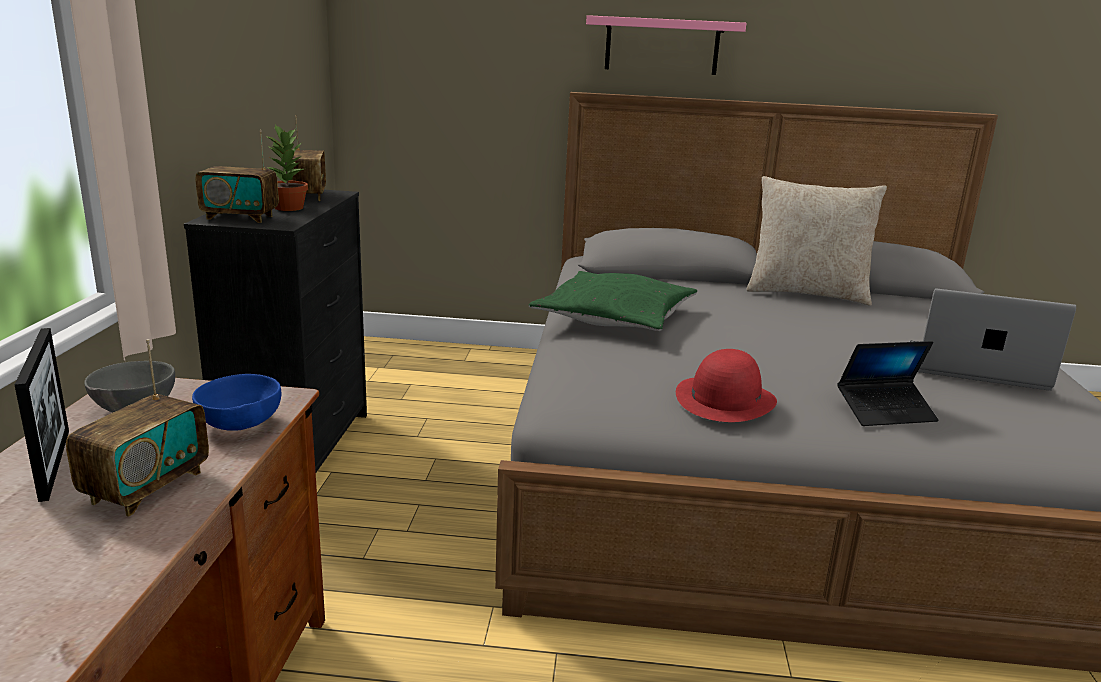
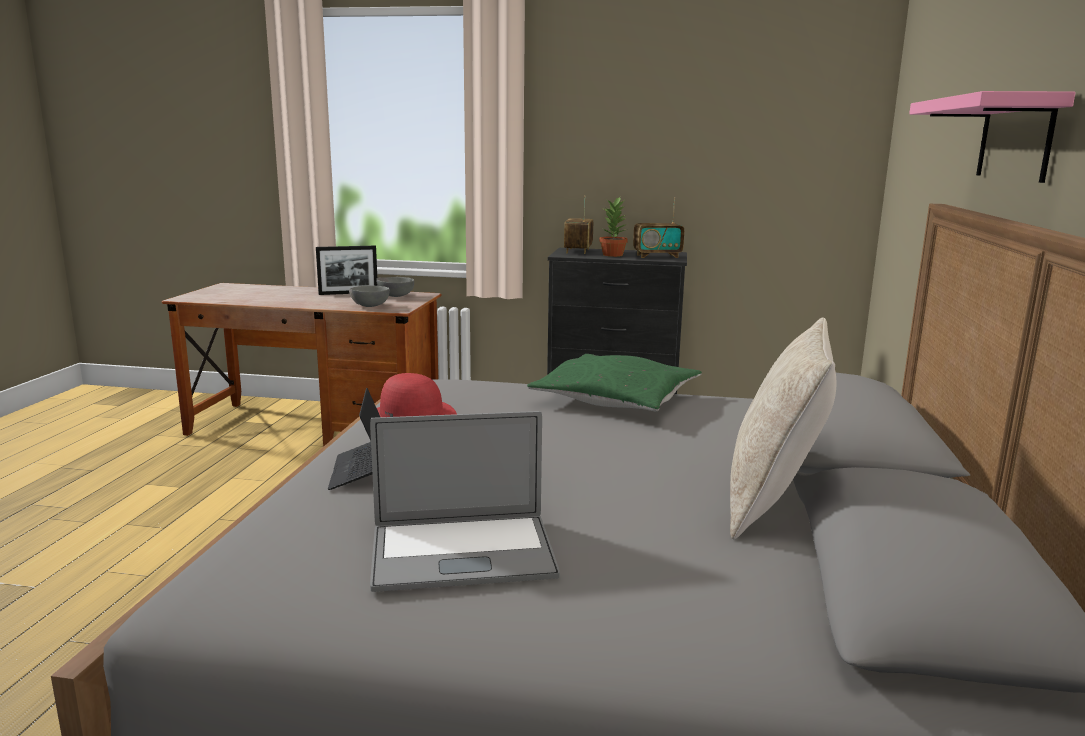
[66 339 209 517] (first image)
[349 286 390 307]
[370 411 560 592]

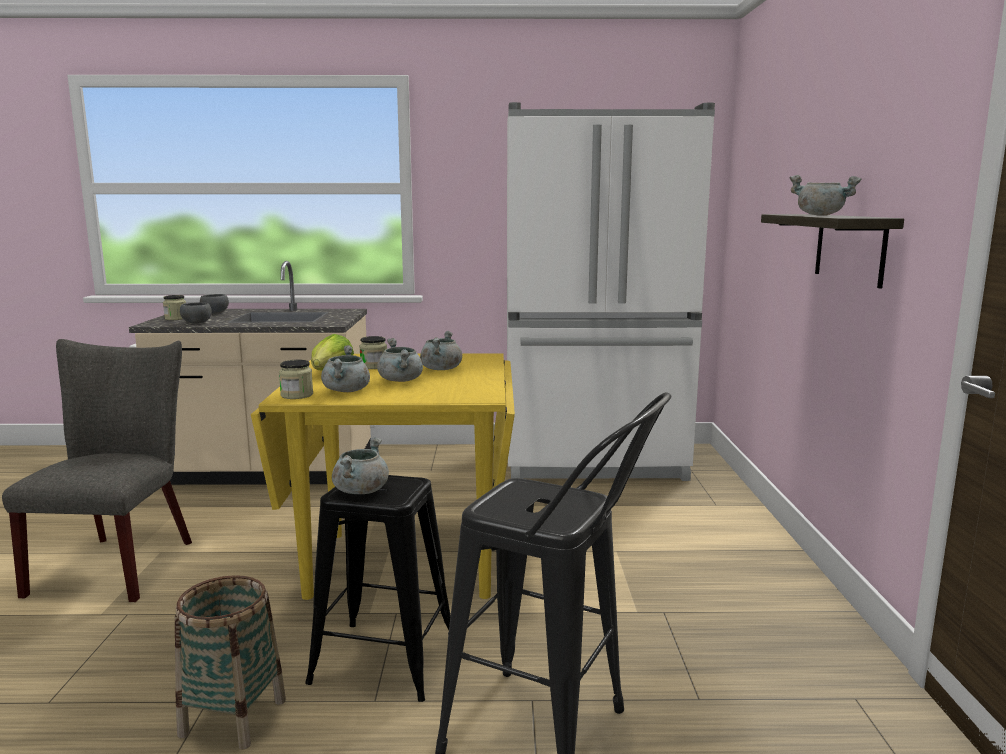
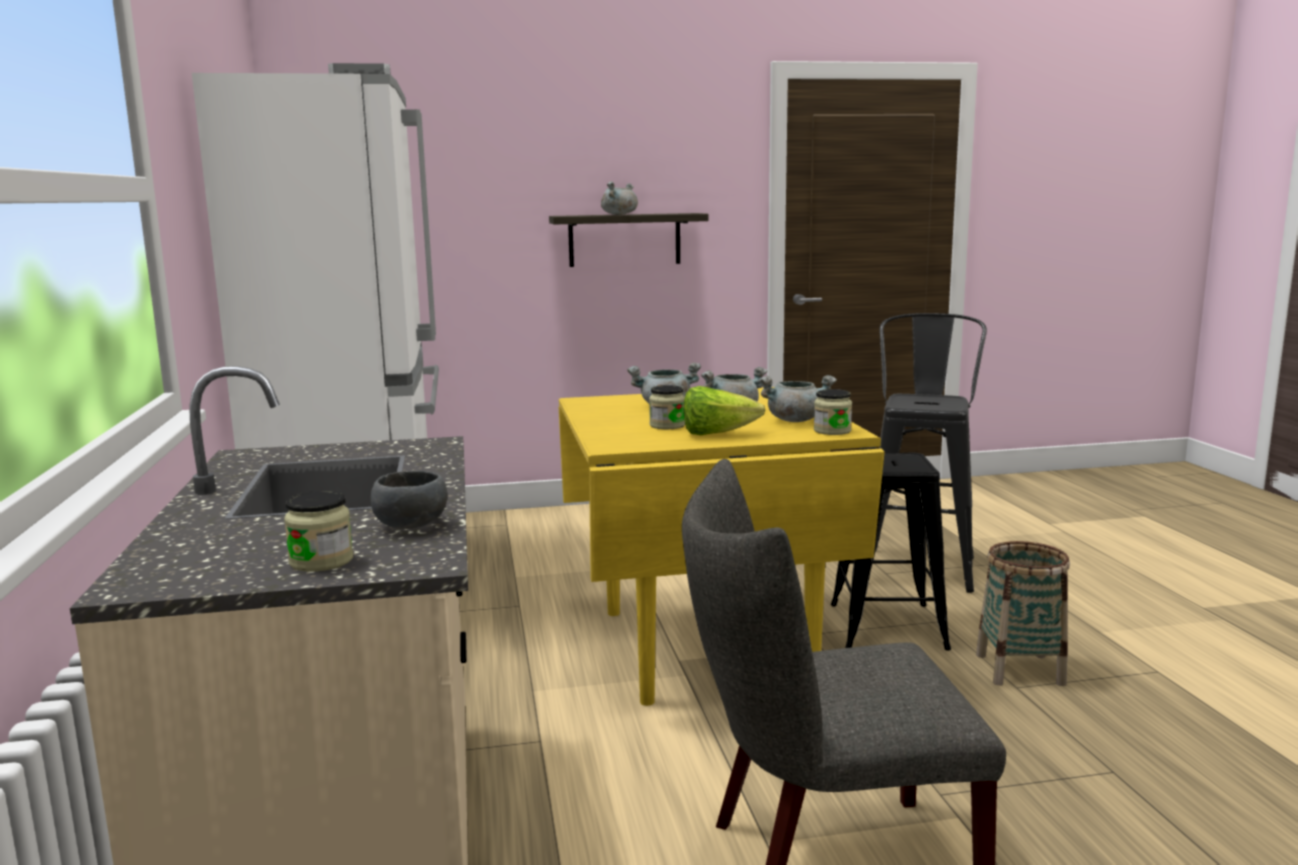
[200 294 229 314] (first image)
[332 437 389 494] (first image)

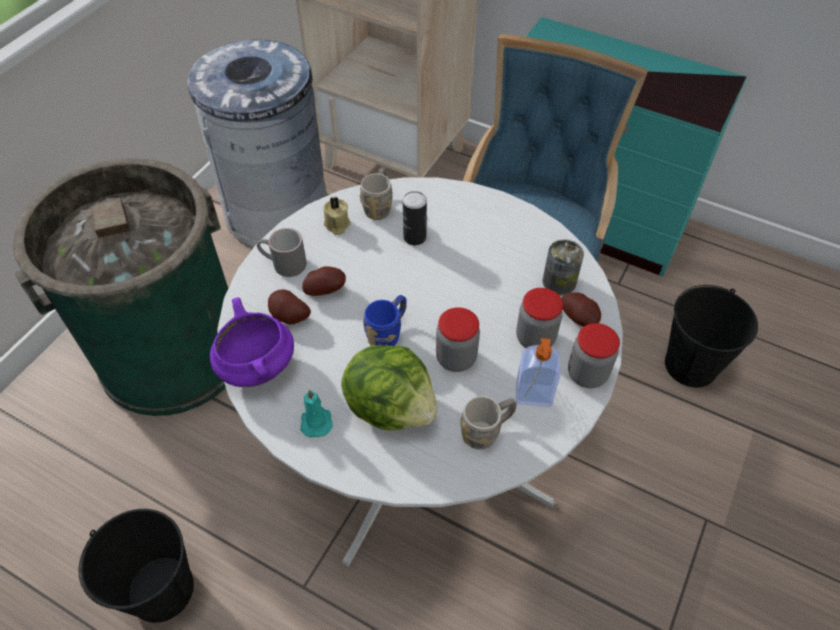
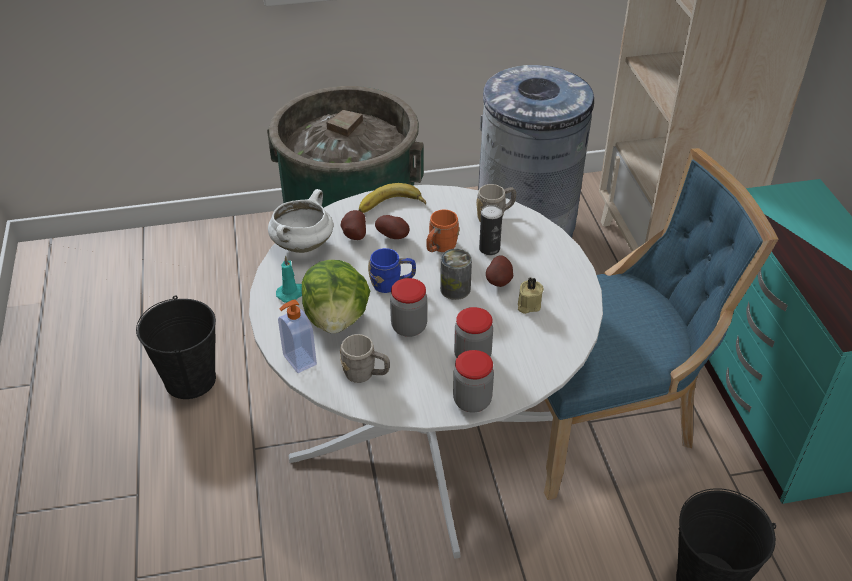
[426 209 460 252]
[518 277 544 314]
[278 299 317 373]
[440 249 472 300]
[486 255 513 287]
[359 183 426 213]
[268 189 333 253]

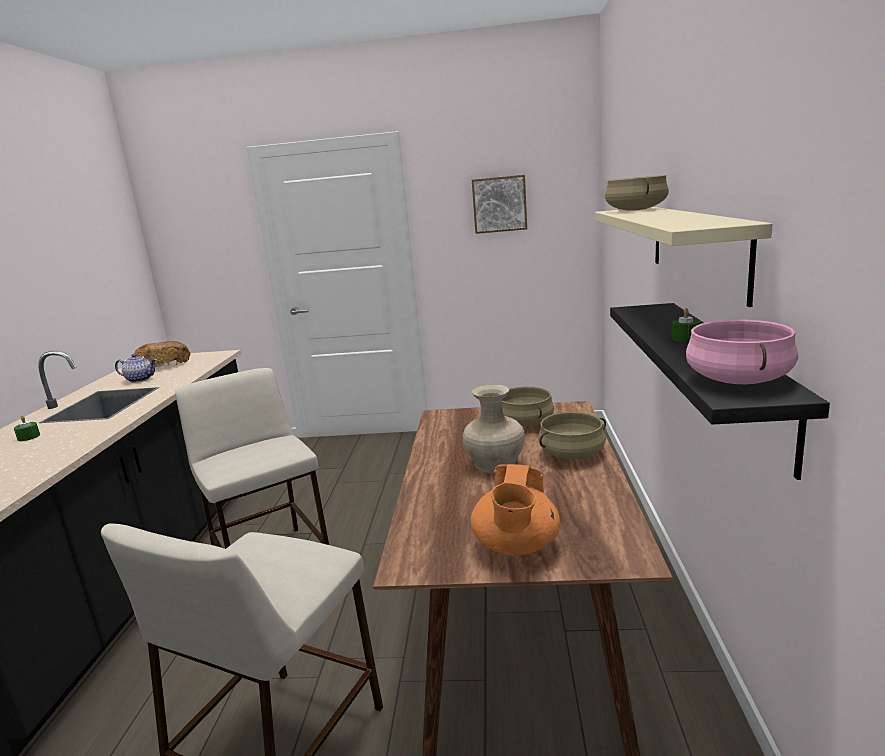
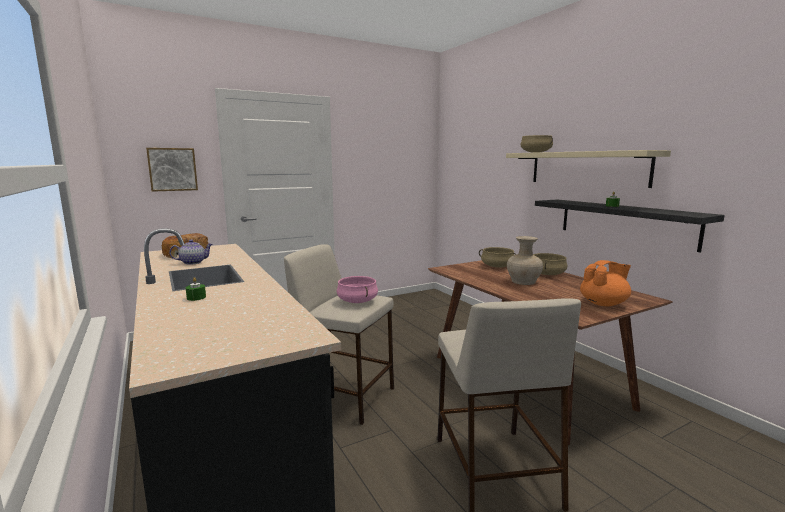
[146 148 198 192]
[337 276 378 303]
[580 260 631 306]

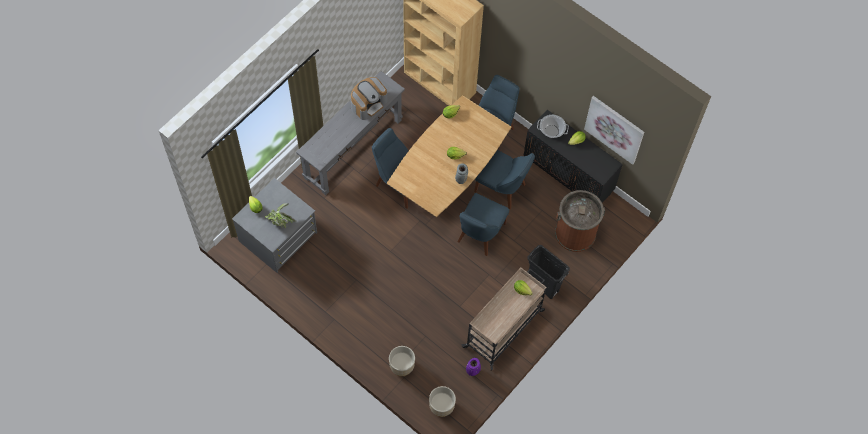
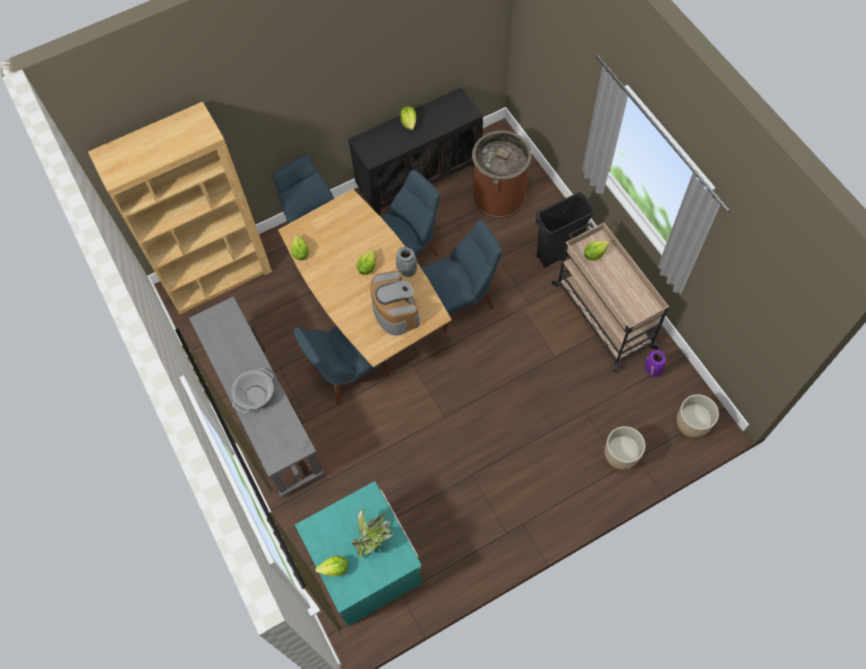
[584 96 644 165] (first image)
[370 271 420 336]
[231 368 274 413]
[295 481 422 626]
[421 220 502 333]

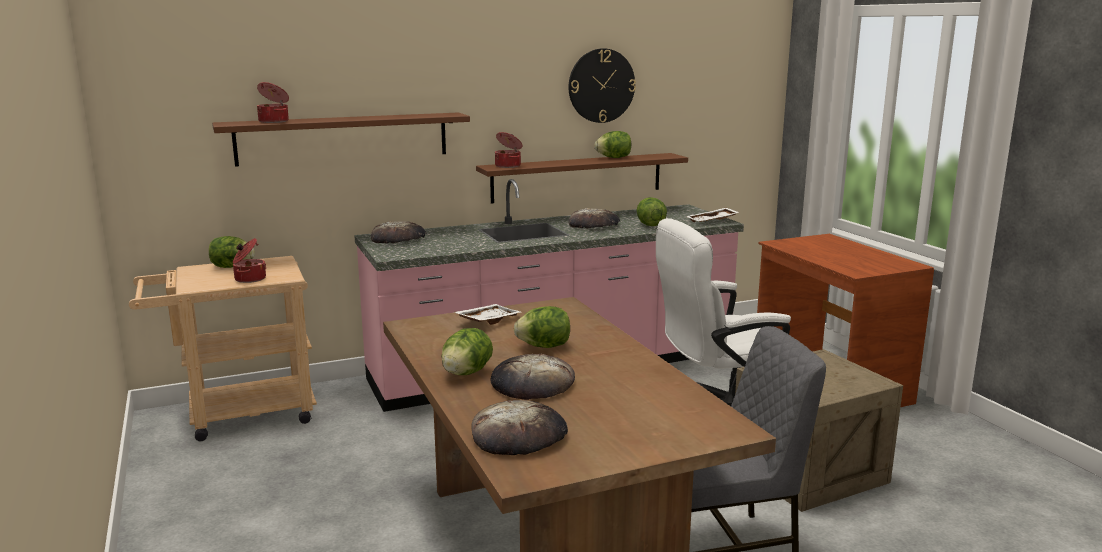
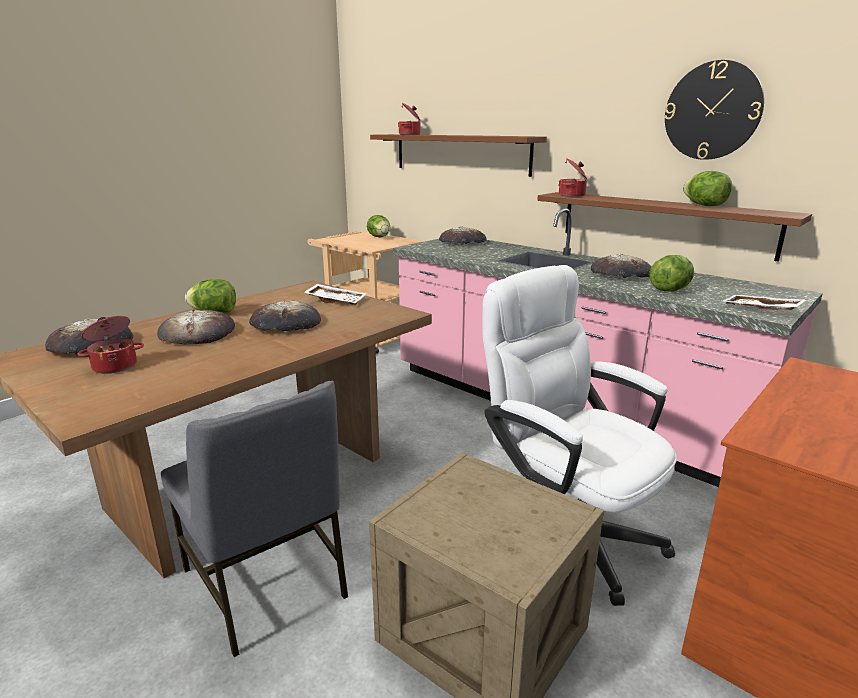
[78 316 144 374]
[249 300 321 331]

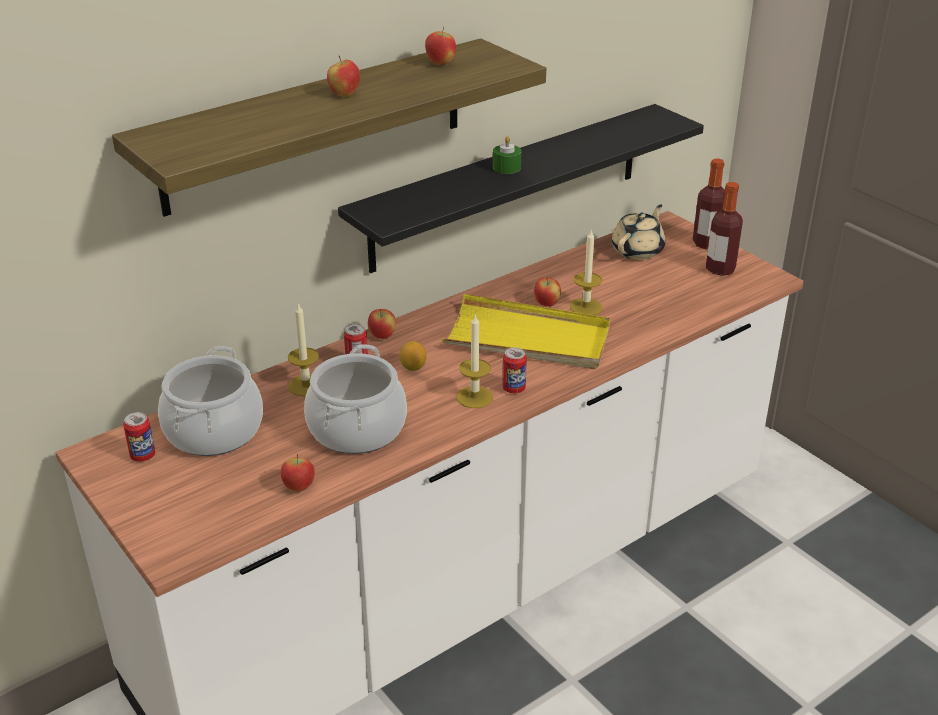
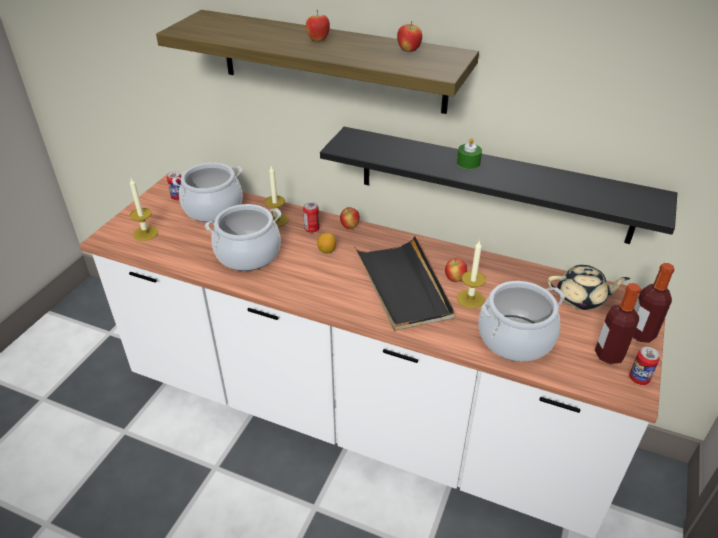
[280 454 315 492] (first image)
[478 281 565 362]
[130 178 158 241]
[629 347 660 385]
[354 236 455 331]

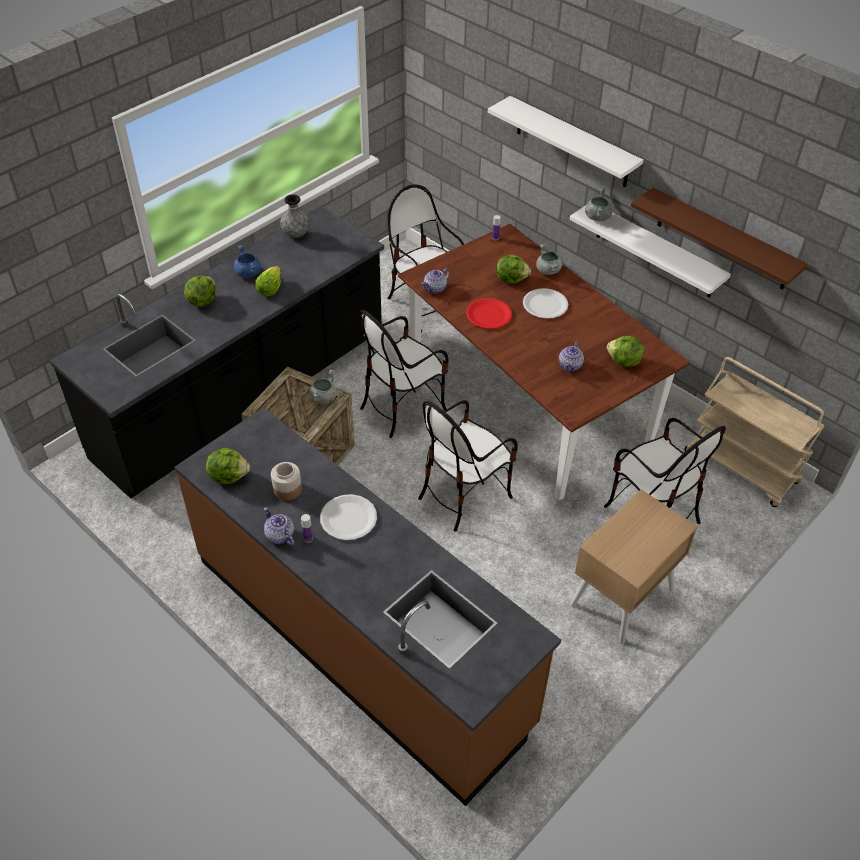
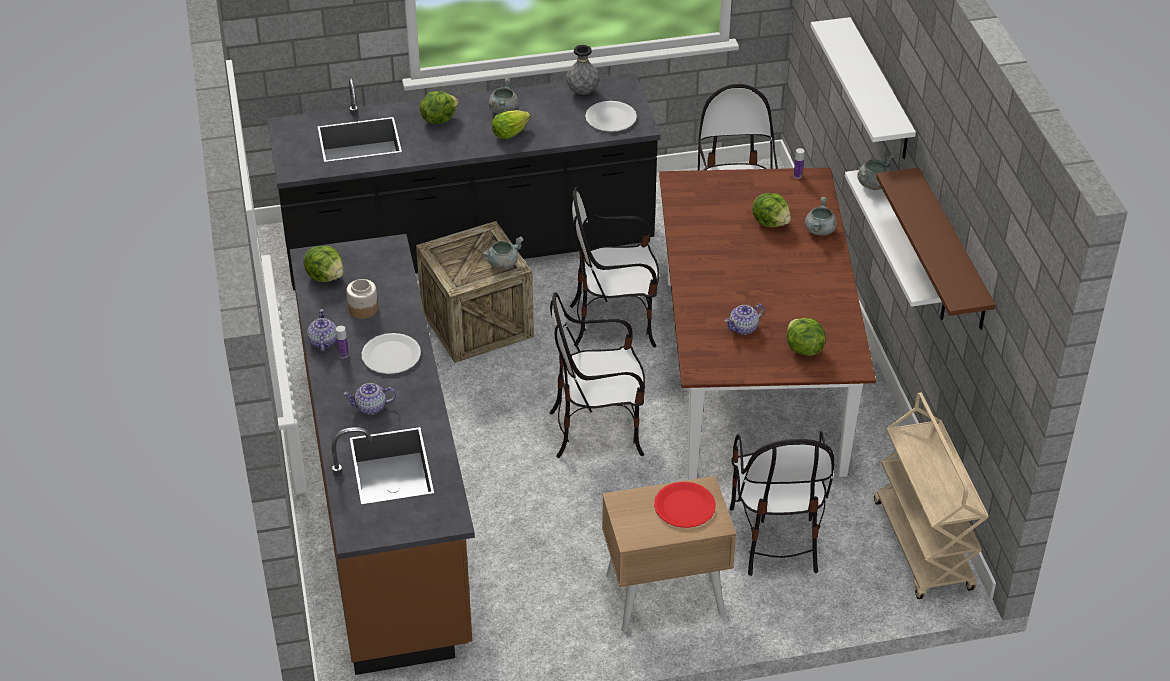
[343 383 396 415]
[654 482 716 528]
[585 101 637 132]
[489 78 519 114]

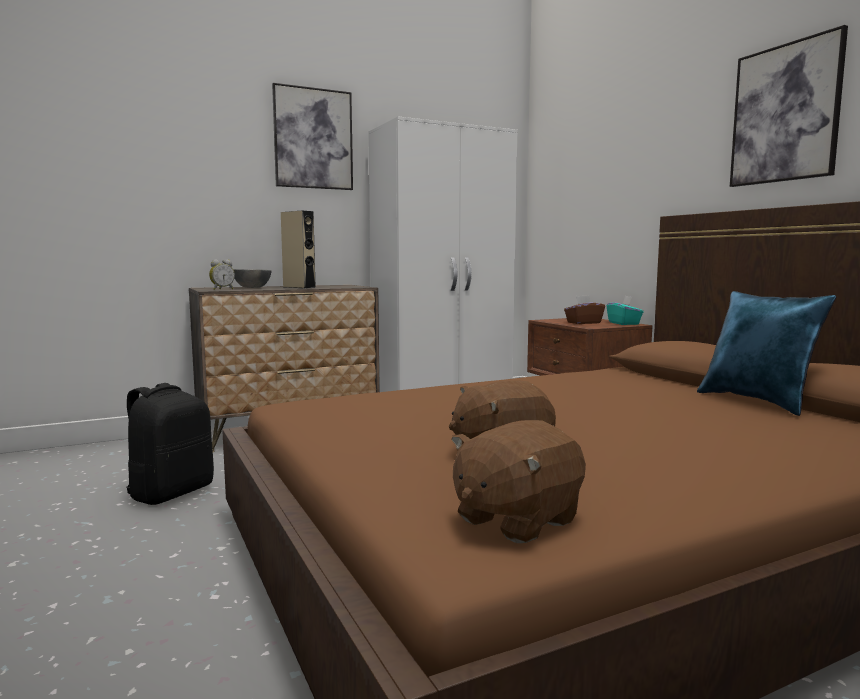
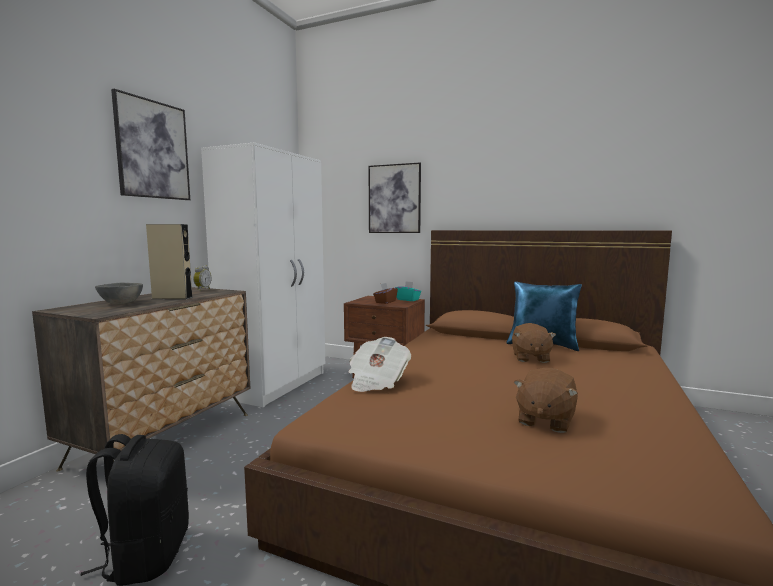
[349 337 411 392]
[193 265 212 291]
[512 323 556 363]
[369 163 421 233]

